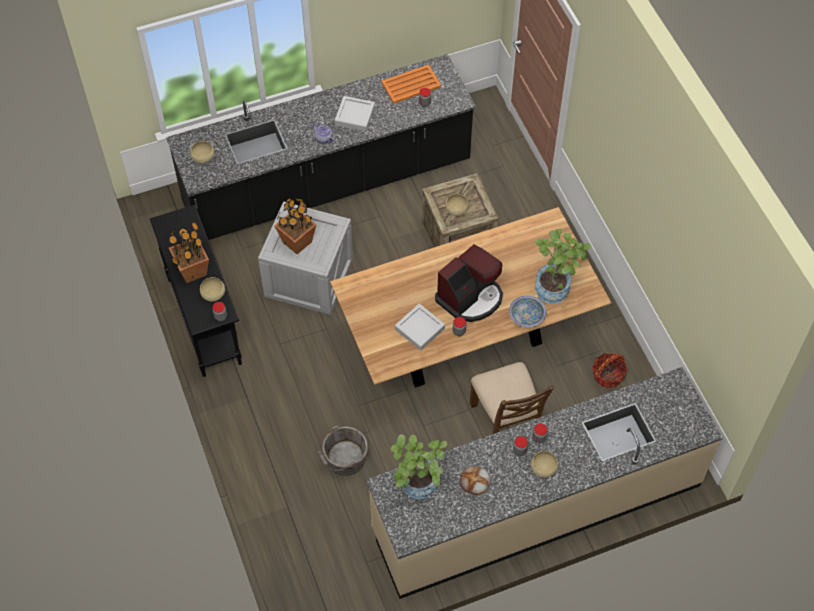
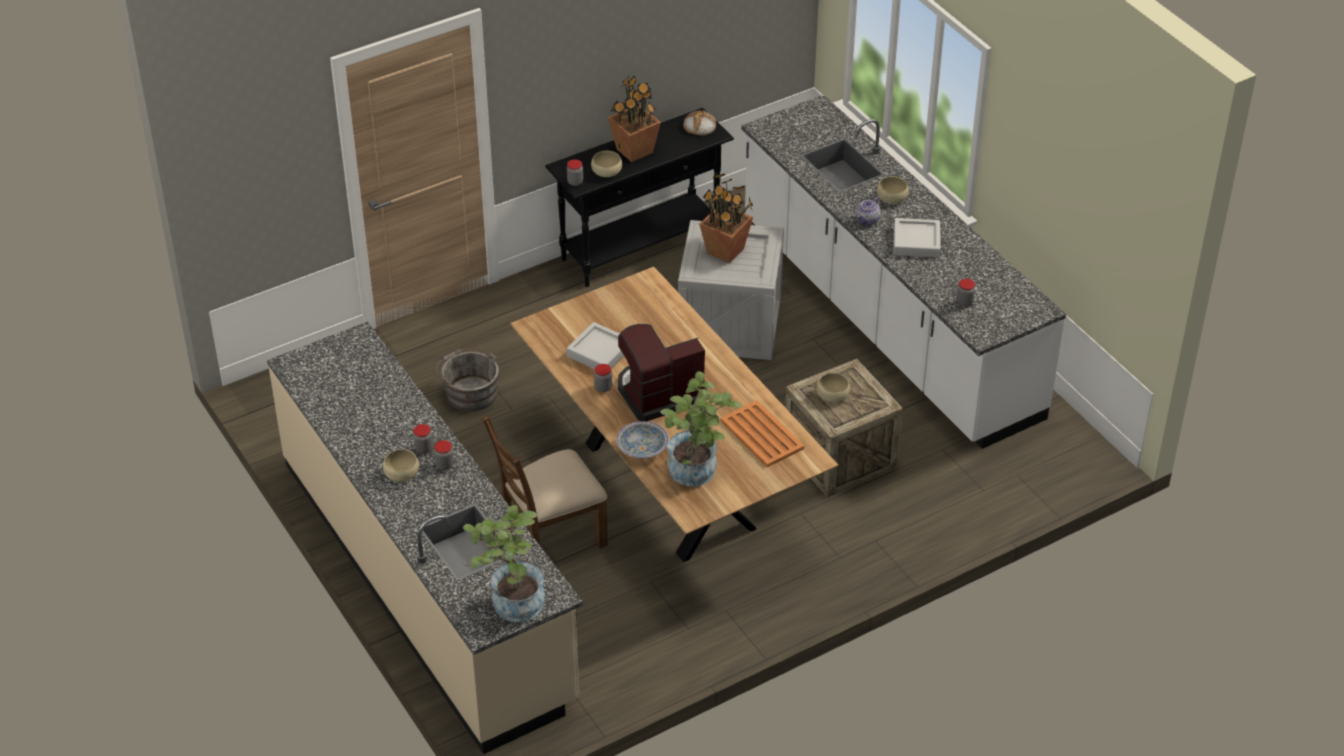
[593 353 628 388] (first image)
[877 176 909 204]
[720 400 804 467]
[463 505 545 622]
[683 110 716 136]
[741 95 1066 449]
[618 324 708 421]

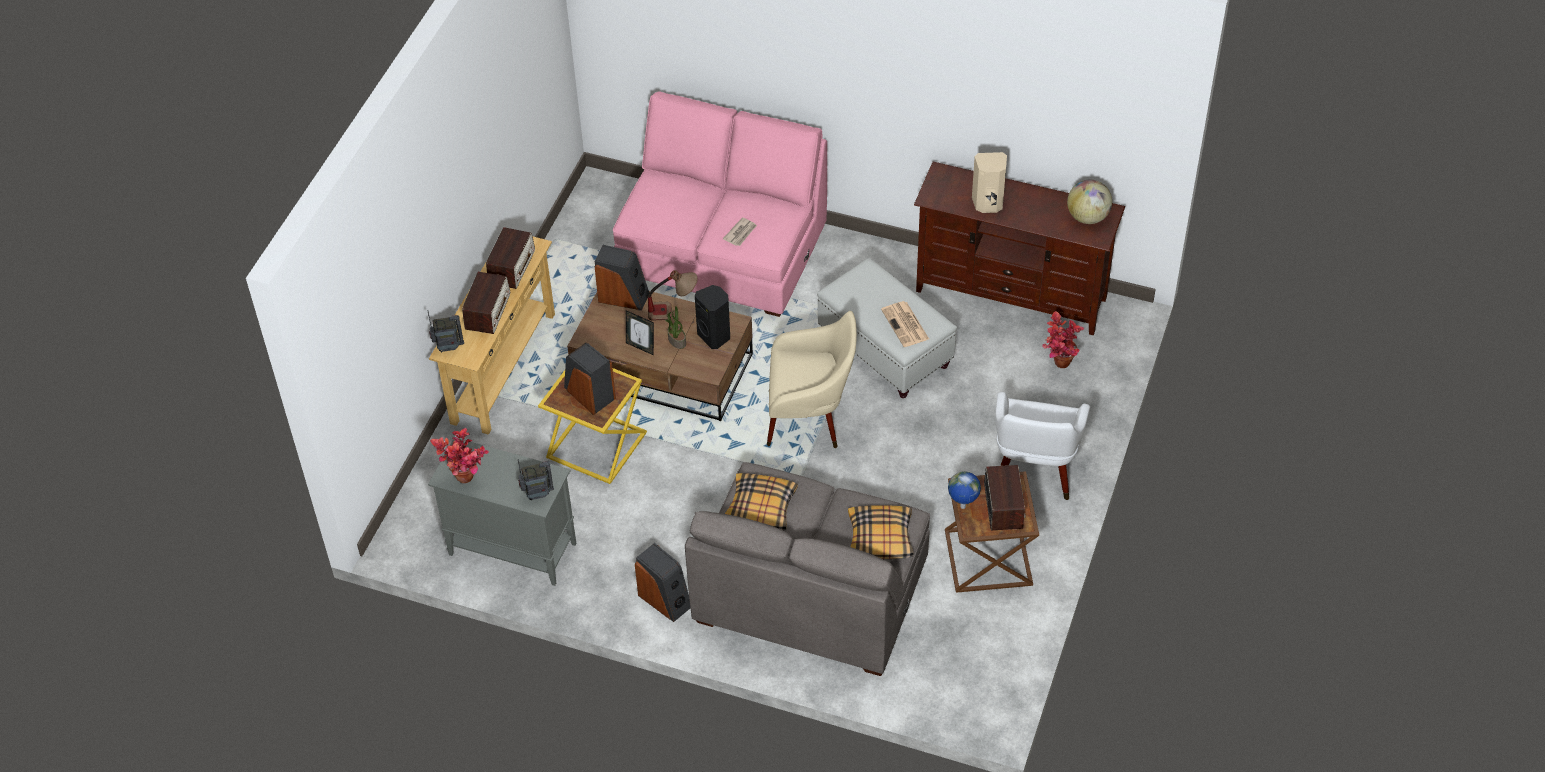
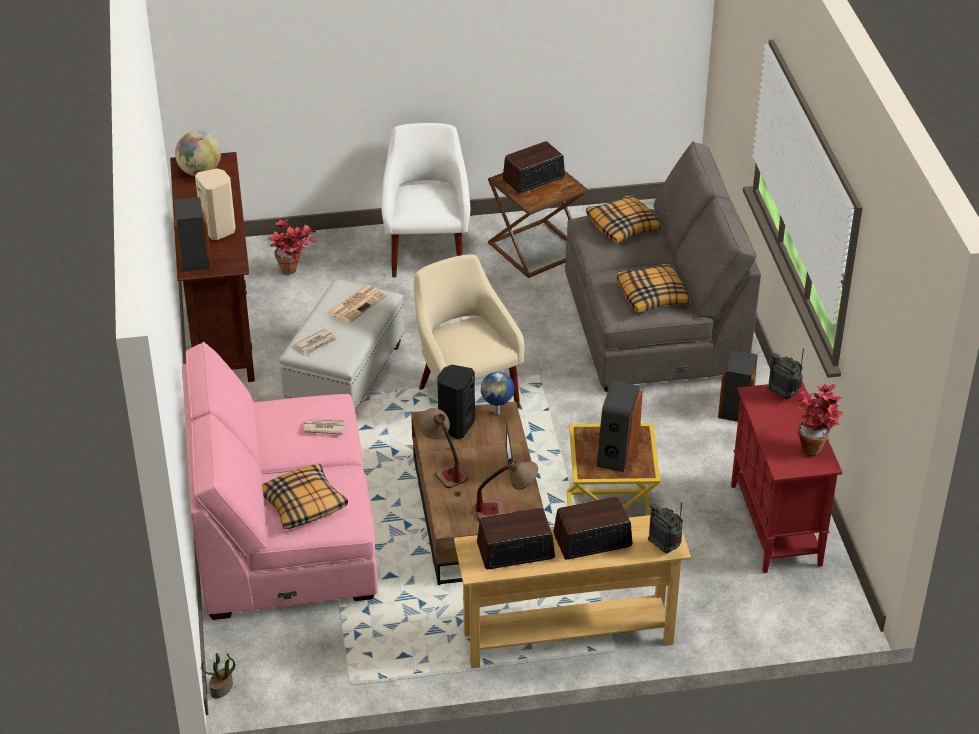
[262 464 348 529]
[295 328 338 355]
[475 458 538 521]
[174 197 212 272]
[201 653 235 699]
[481 372 514 415]
[731 381 842 573]
[382 123 470 277]

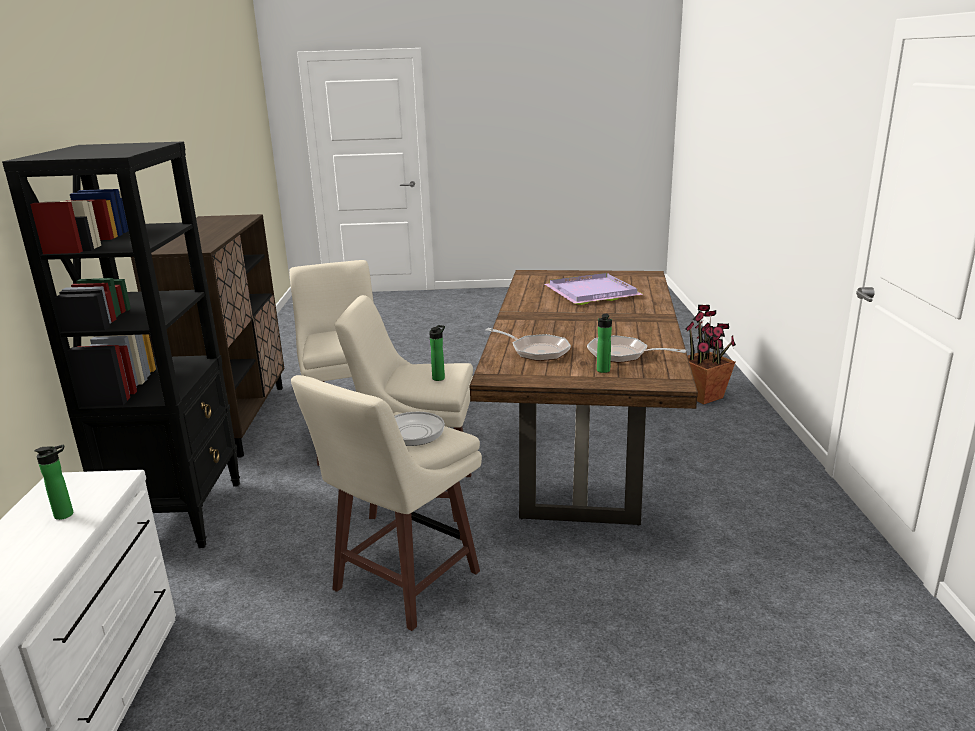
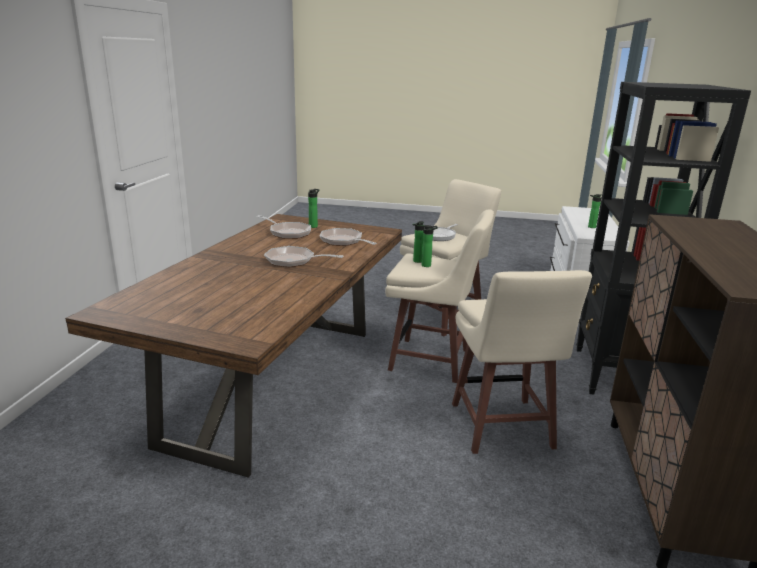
[545 273 643 305] (first image)
[685 305 736 404] (first image)
[264 246 343 267]
[422 225 438 267]

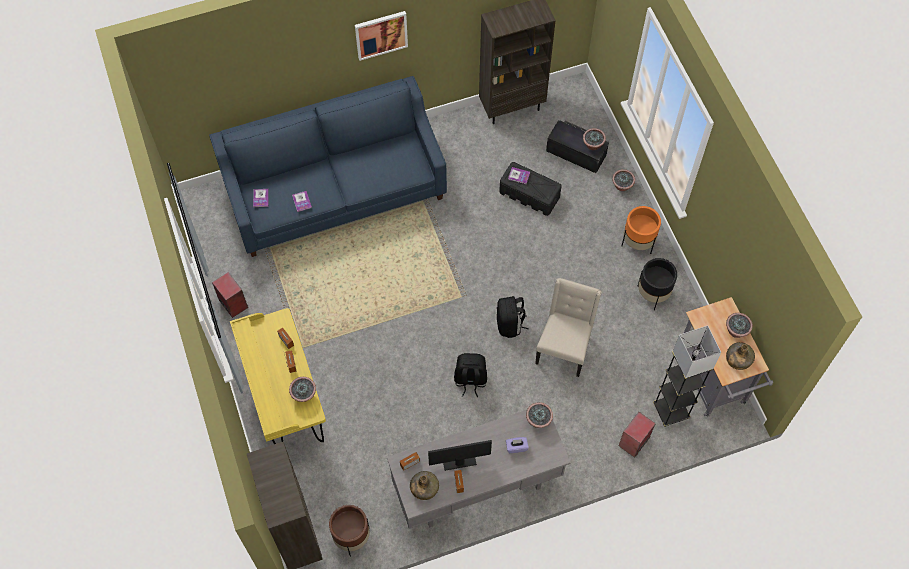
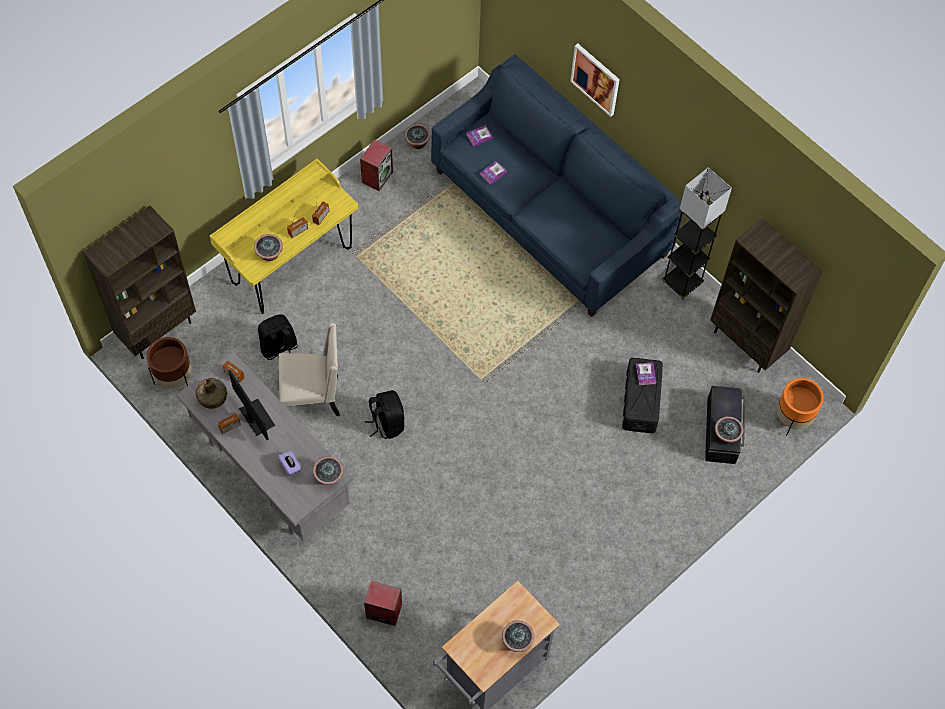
[638 258 677 310] (first image)
[726 342 755 370] (first image)
[570 44 620 117]
[258 314 298 360]
[279 323 340 416]
[405 124 431 149]
[777 378 824 436]
[662 168 732 299]

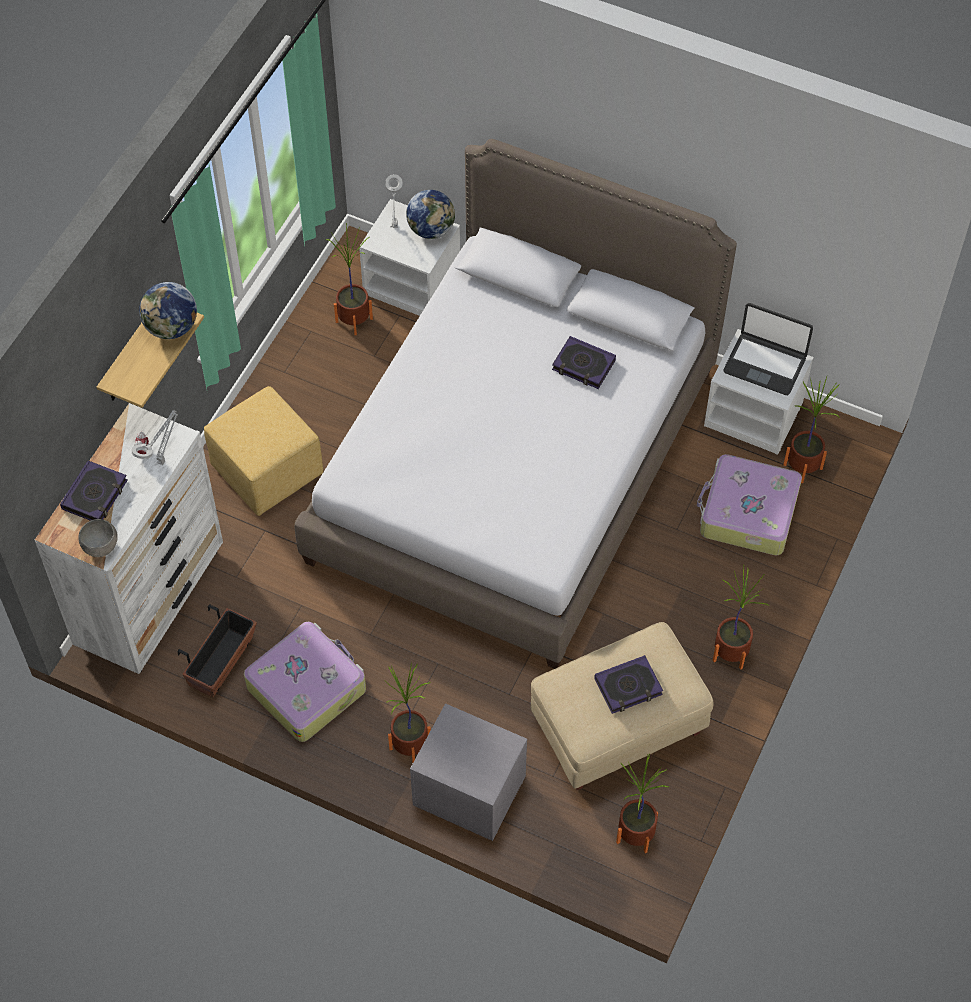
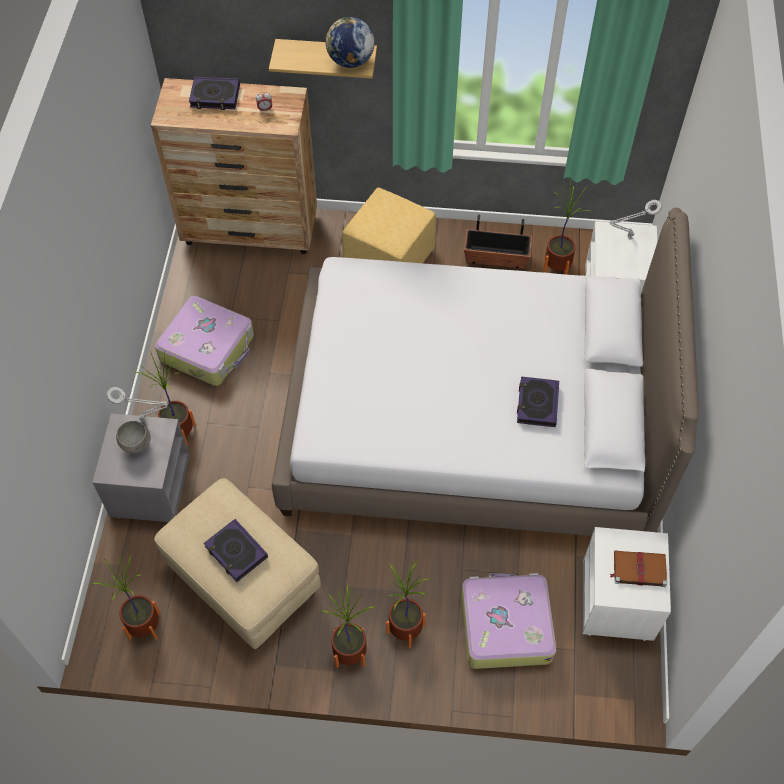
[406 190 455 239] (first image)
[116 421 151 454]
[107 387 169 423]
[464 215 532 269]
[386 560 430 648]
[610 550 667 587]
[151 78 317 254]

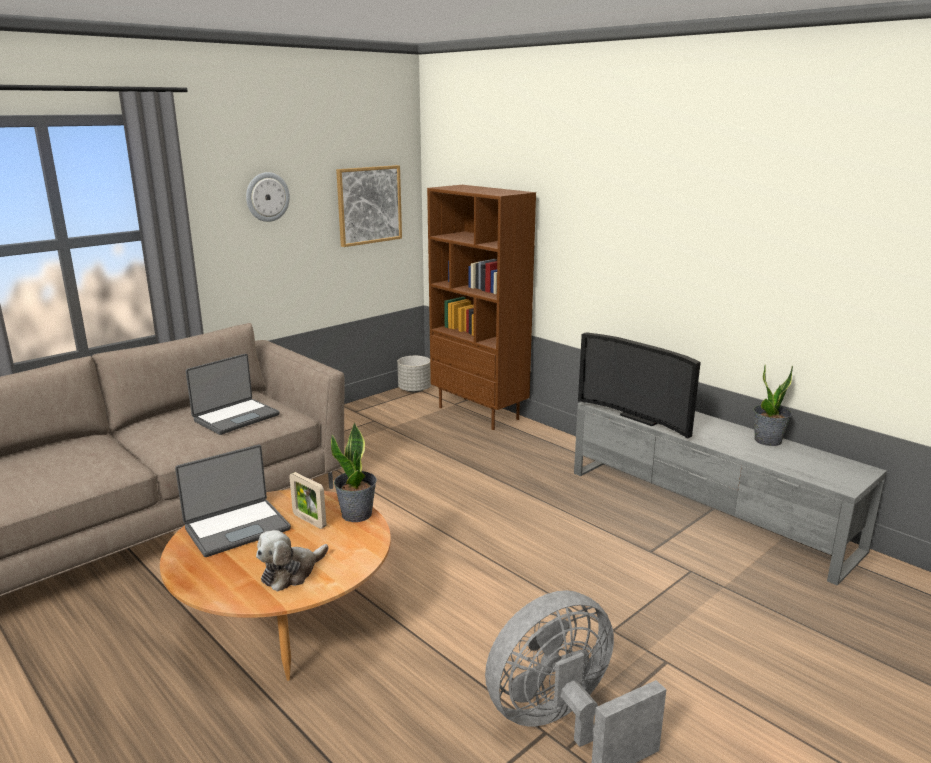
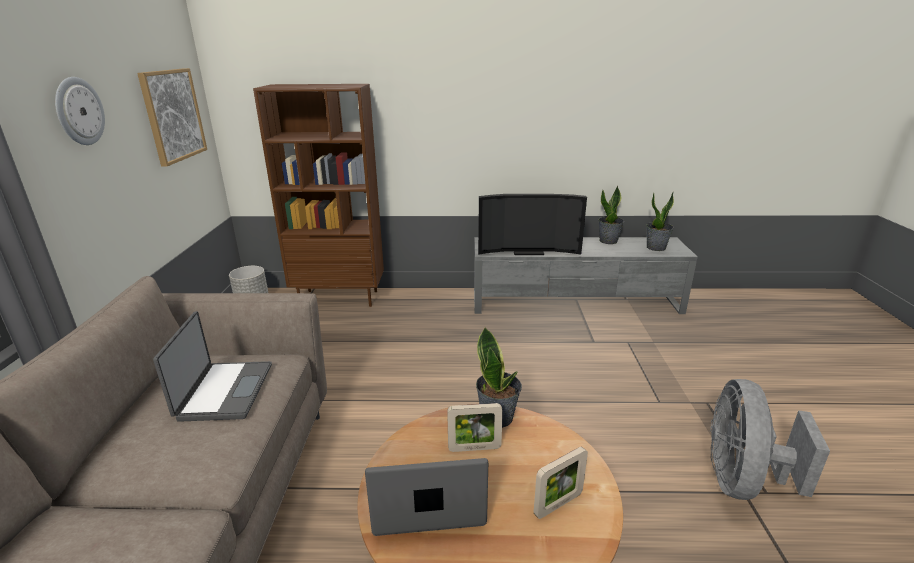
[646 192 674 251]
[534 447 588 519]
[365 458 488 536]

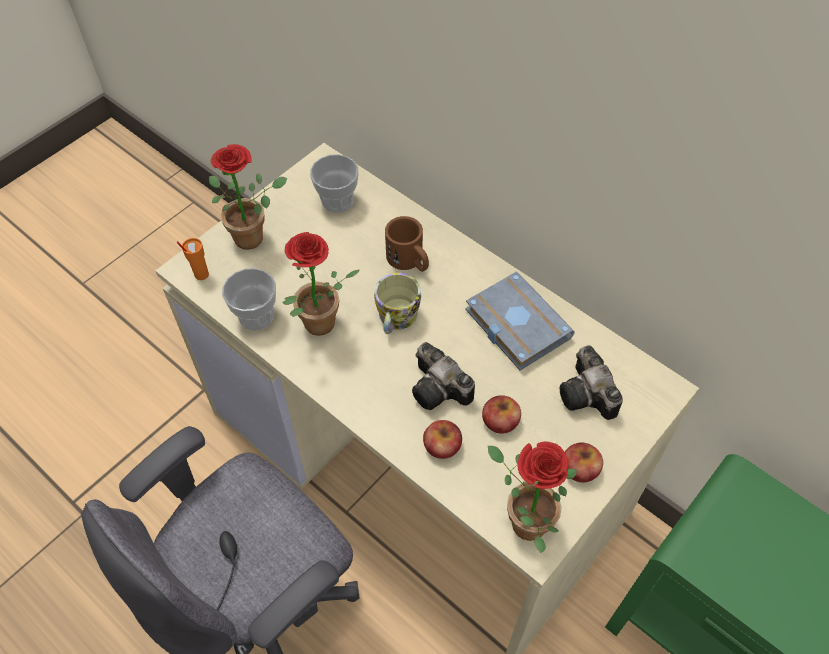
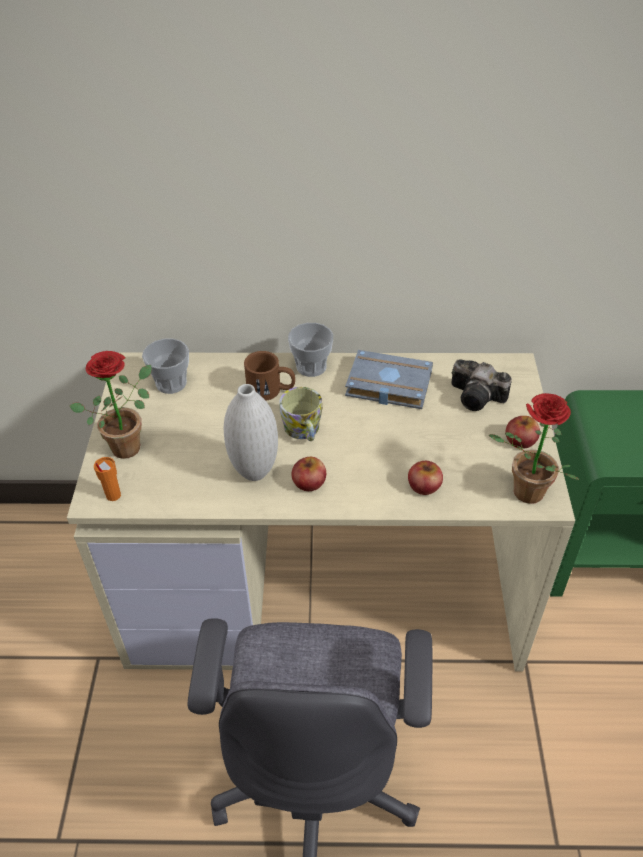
[412 342 475 410] (first image)
[288 323 333 377]
[291 457 326 491]
[223 384 278 481]

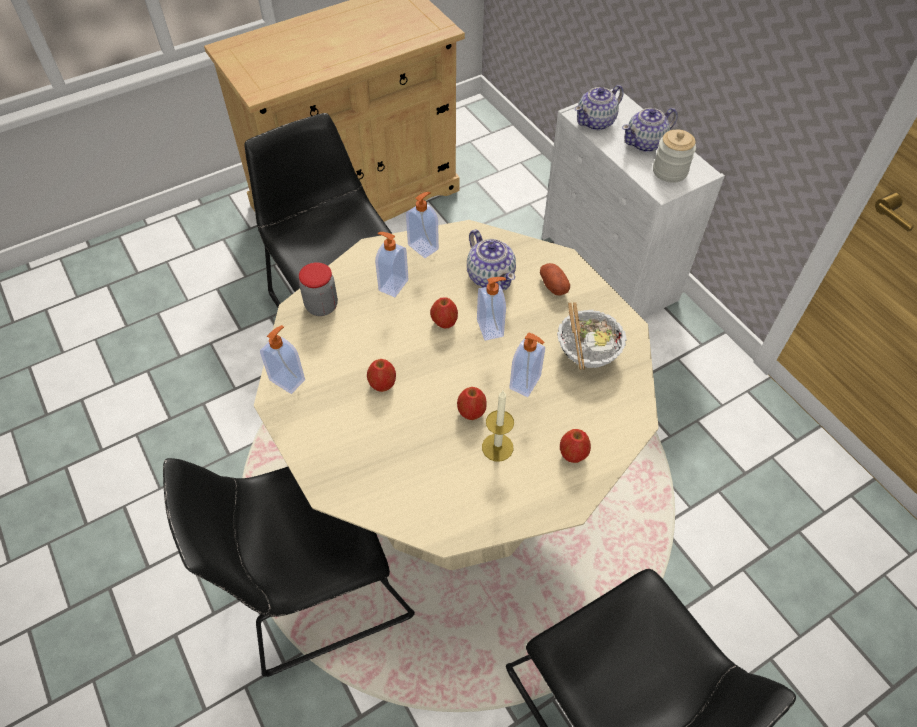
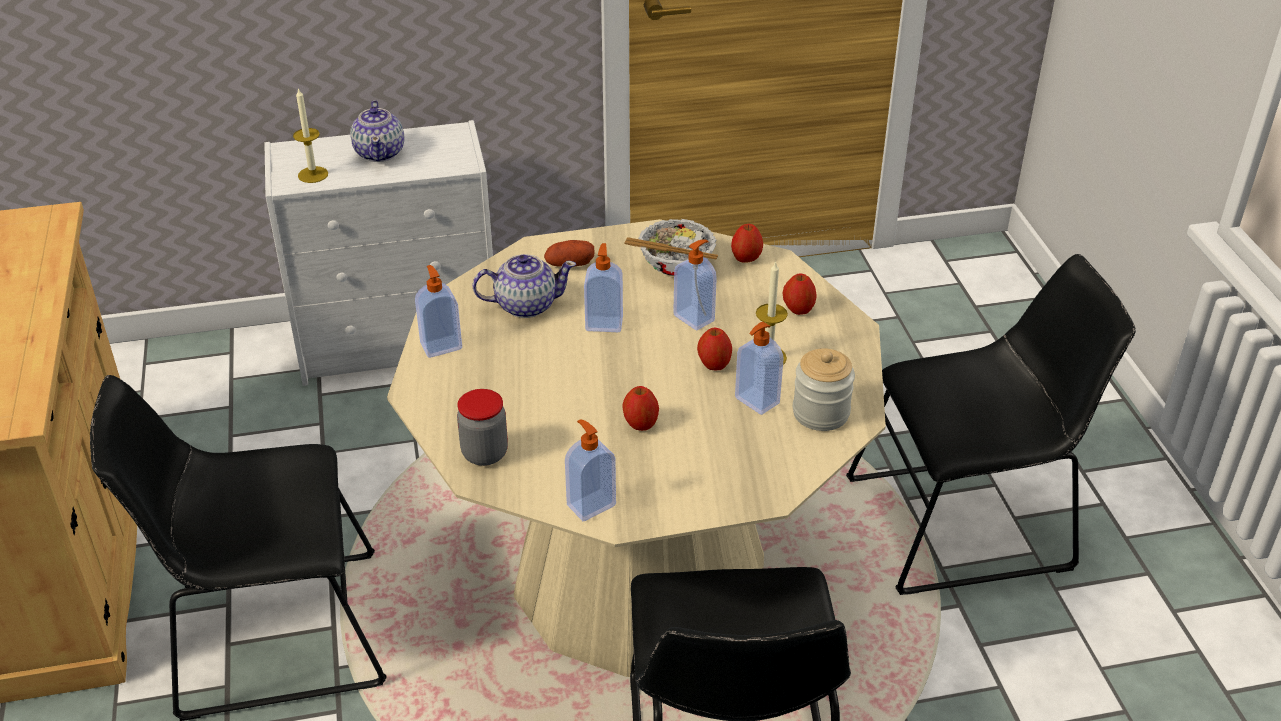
[735 322 784 415]
[731 224 763 263]
[793 348 855 431]
[293 87 328 183]

